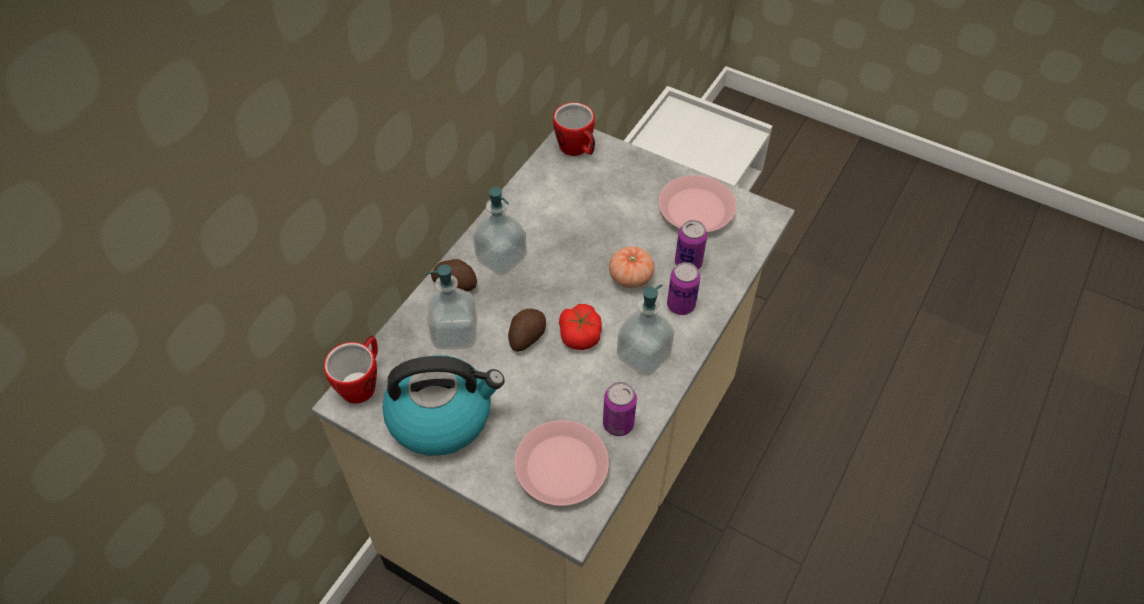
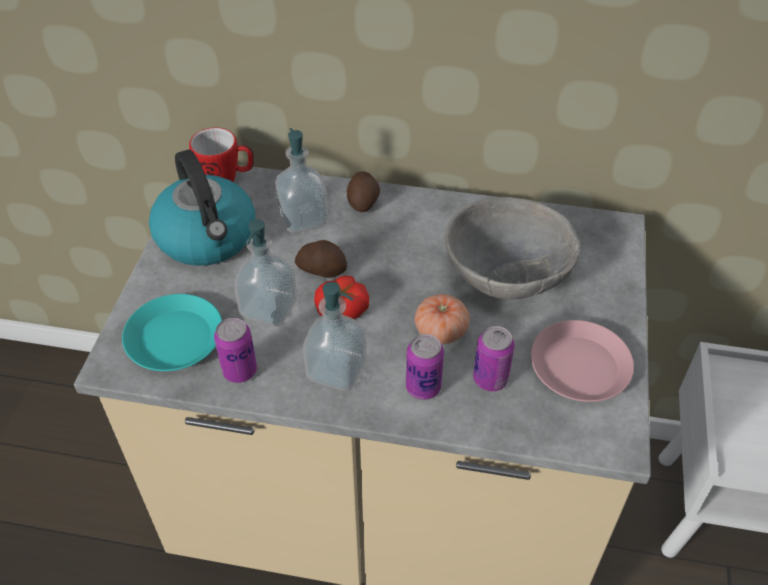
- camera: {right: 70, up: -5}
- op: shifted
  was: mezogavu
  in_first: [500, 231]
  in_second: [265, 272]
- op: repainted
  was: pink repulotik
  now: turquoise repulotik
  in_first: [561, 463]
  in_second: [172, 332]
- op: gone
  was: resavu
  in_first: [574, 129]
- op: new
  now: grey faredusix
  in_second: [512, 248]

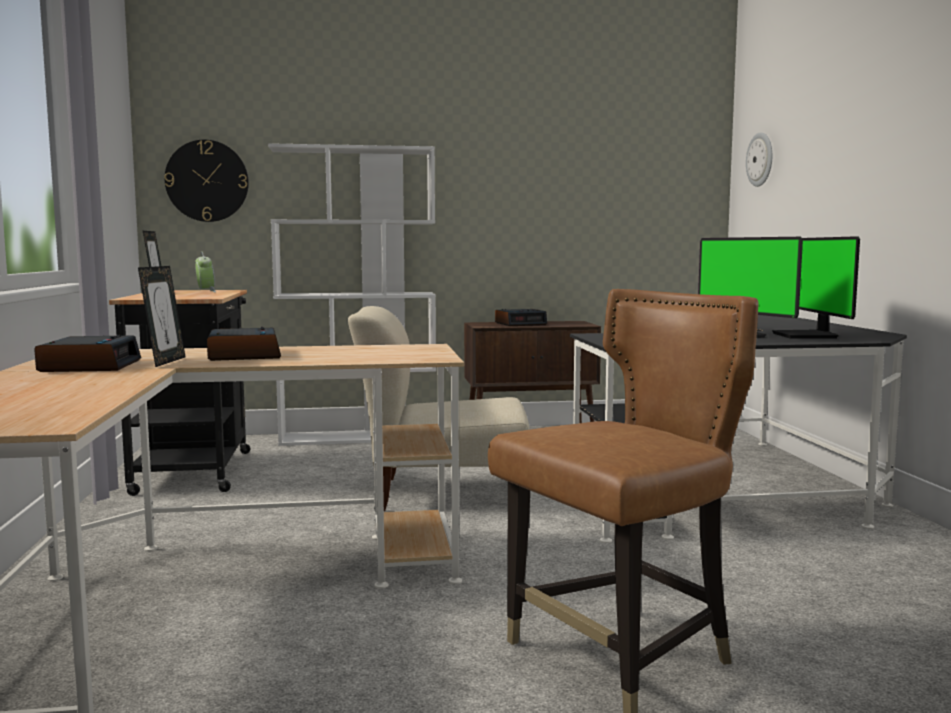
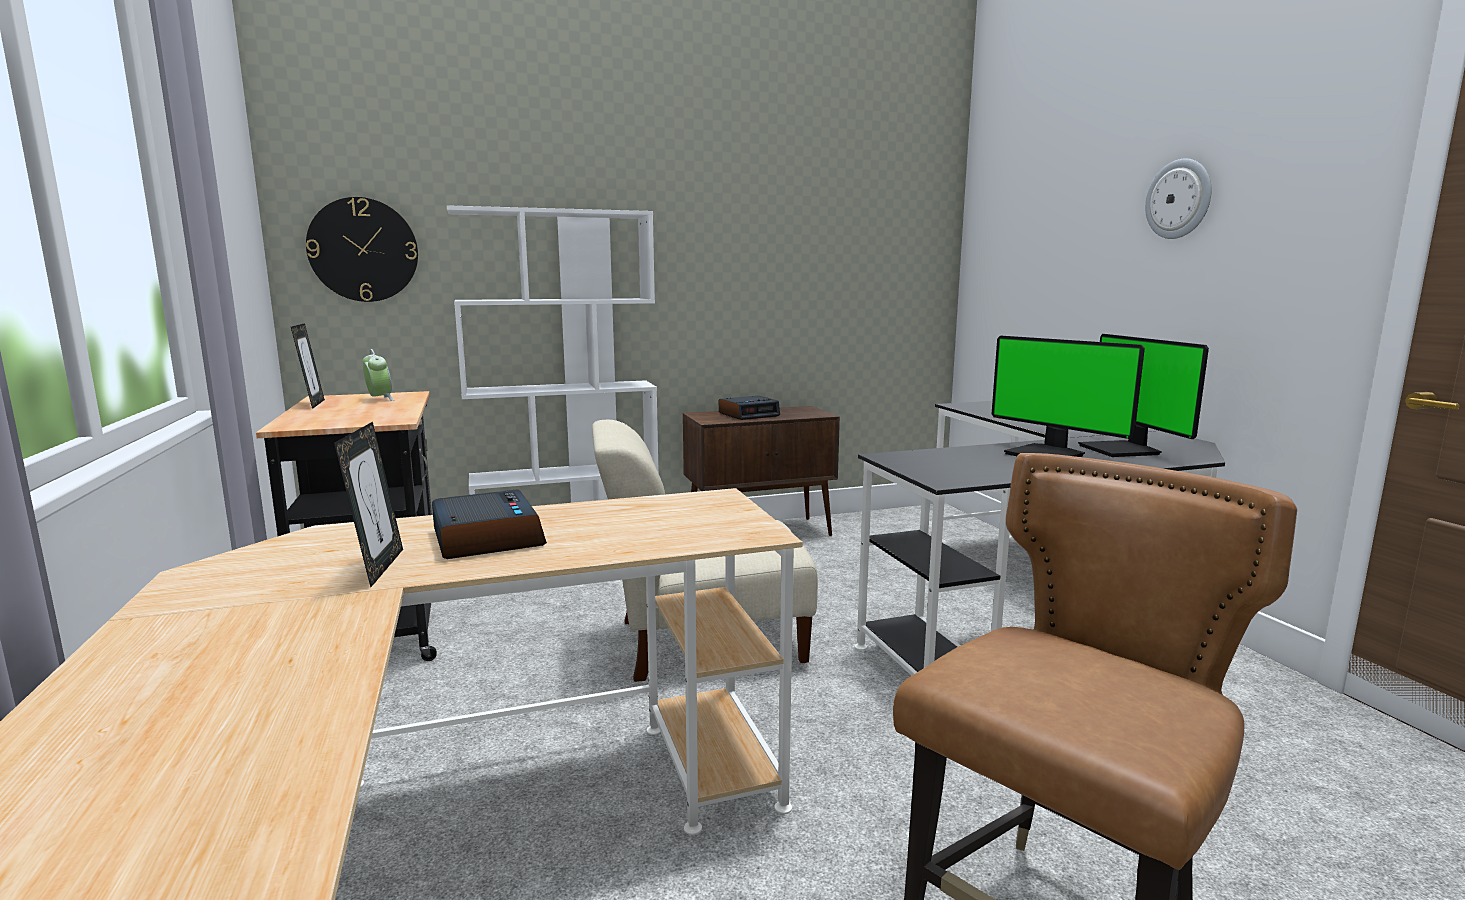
- camera: {right: -10, up: 5}
- op: gone
  was: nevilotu
  in_first: [87, 353]
- op: shifted
  was: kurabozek
  in_first: [759, 159]
  in_second: [1178, 198]

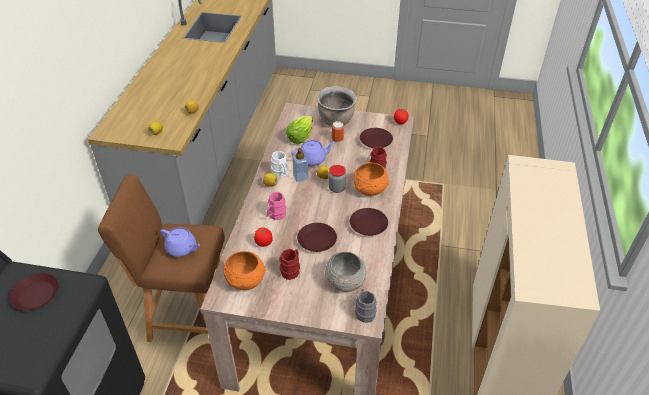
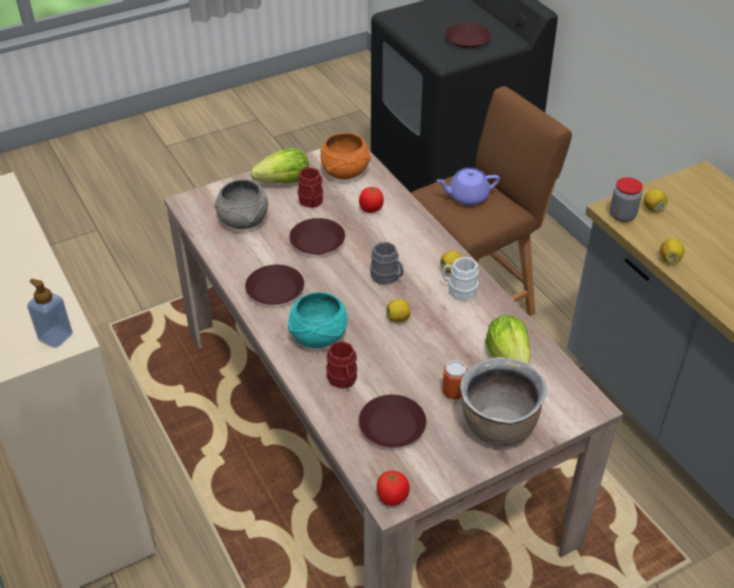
- camera: {right: 140, up: 0}
- op: gone
  was: pink resavu
  in_first: [277, 206]
- op: gone
  was: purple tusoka
  in_first: [313, 153]
- op: shifted
  was: mezogavu
  in_first: [300, 165]
  in_second: [50, 313]
- op: shifted
  was: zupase
  in_first: [337, 179]
  in_second: [626, 199]
- op: repainted
  was: orange faredusix
  now: turquoise faredusix
  in_first: [371, 179]
  in_second: [318, 320]
- op: shifted
  was: grey resavu
  in_first: [366, 306]
  in_second: [386, 263]
- op: new
  now: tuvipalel
  in_second: [279, 166]

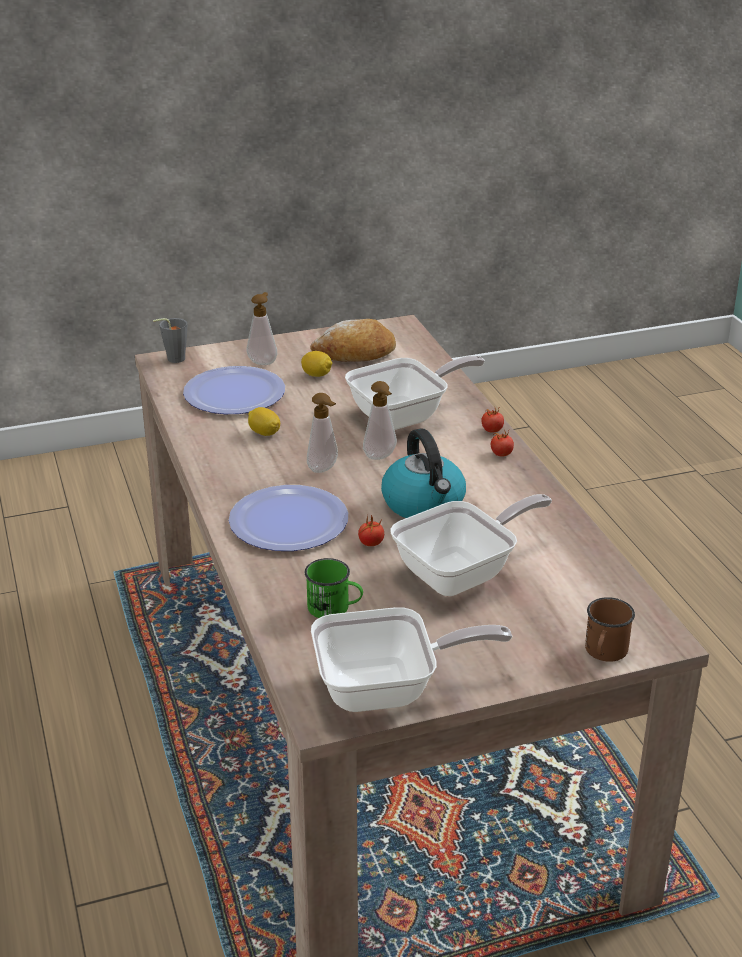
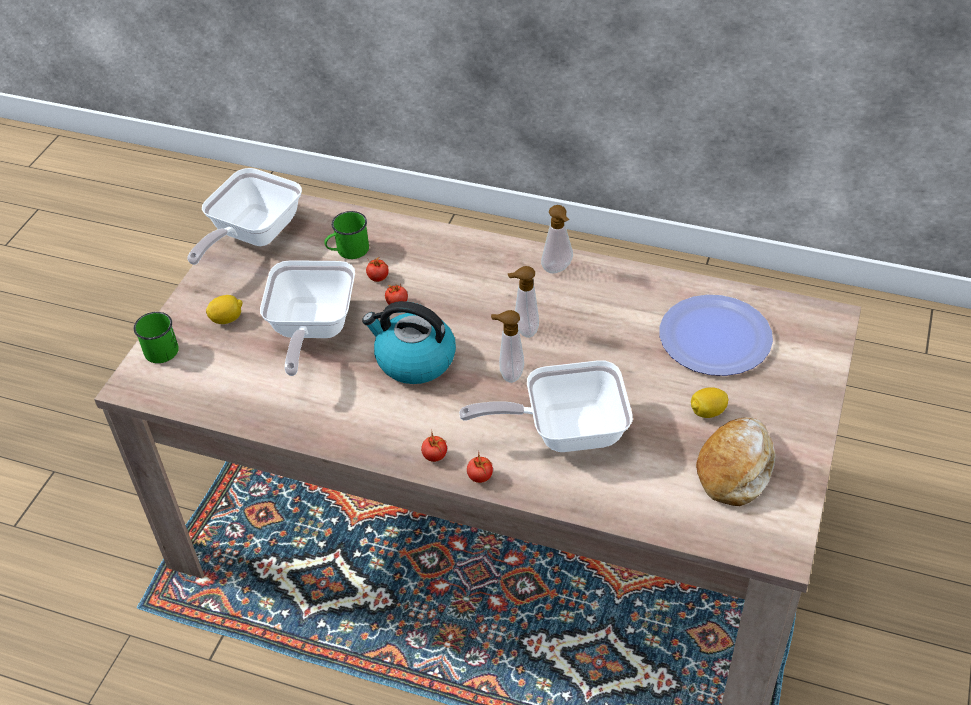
- camera: {right: 130, up: 15}
- op: gone
  was: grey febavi
  in_first: [170, 340]
- op: gone
  was: repulotik
  in_first: [288, 518]
- op: shifted
  was: mezogavu
  in_first: [261, 328]
  in_second: [557, 239]
- op: shifted
  was: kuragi
  in_first: [264, 421]
  in_second: [224, 309]
- op: rotated
  was: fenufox
  in_first: [415, 393]
  in_second: [546, 406]
  clockwise: 75
- op: repainted
  was: brown resavu
  now: green resavu
  in_first: [610, 629]
  in_second: [156, 337]
- op: new
  now: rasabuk
  in_second: [377, 269]

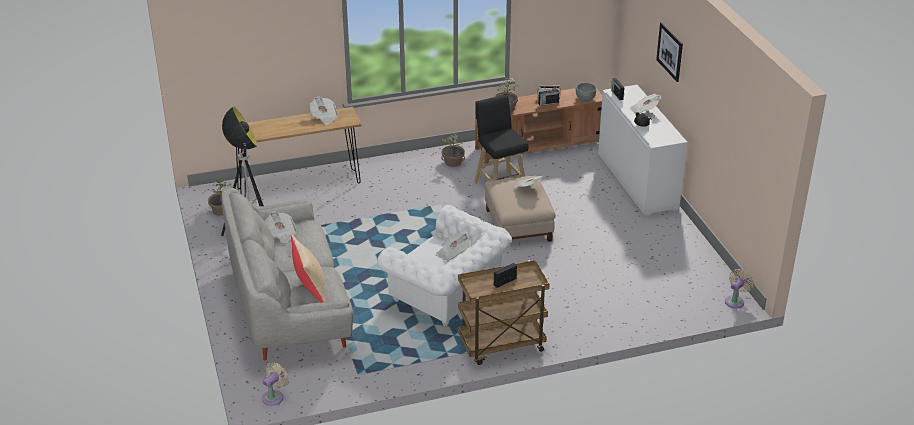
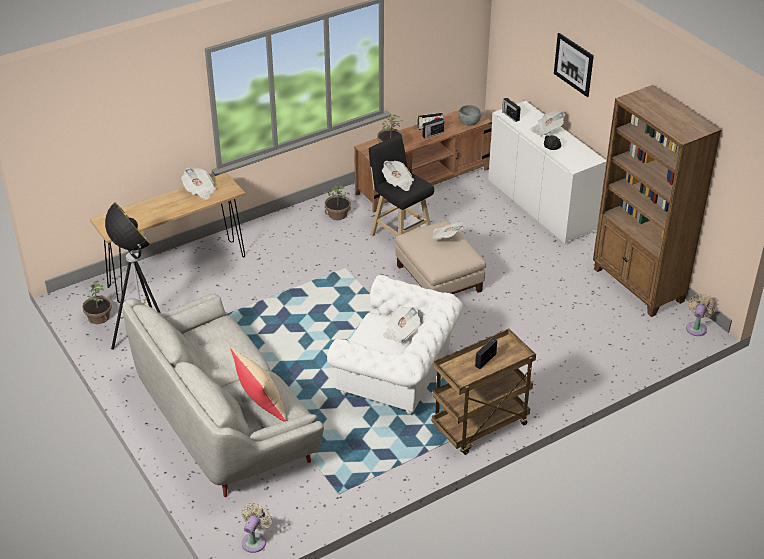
- camera: {right: -15, up: 5}
- op: shifted
  was: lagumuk
  in_first: [281, 227]
  in_second: [398, 176]
- op: new
  now: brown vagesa
  in_second: [657, 201]

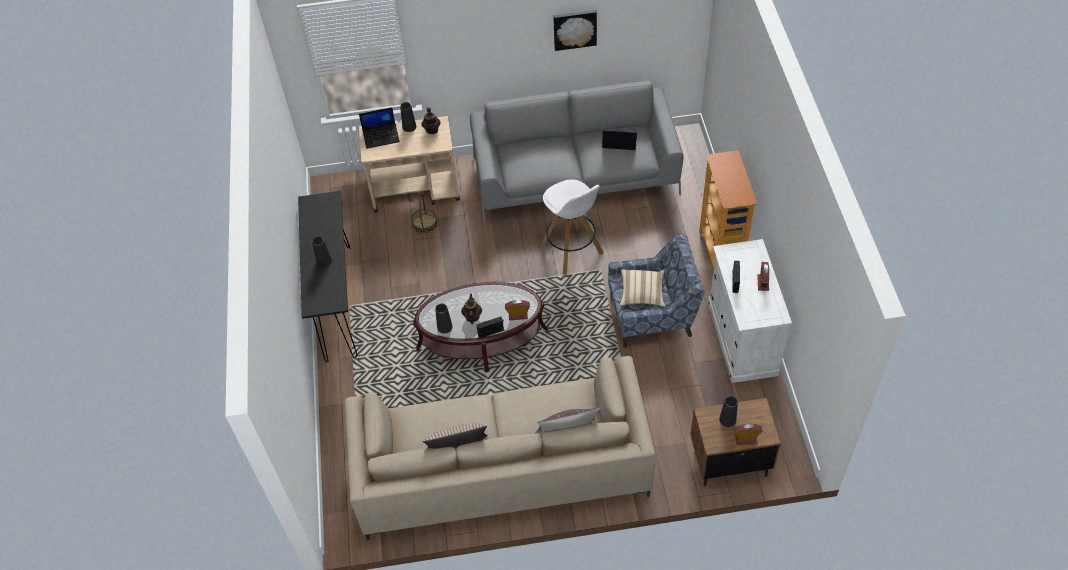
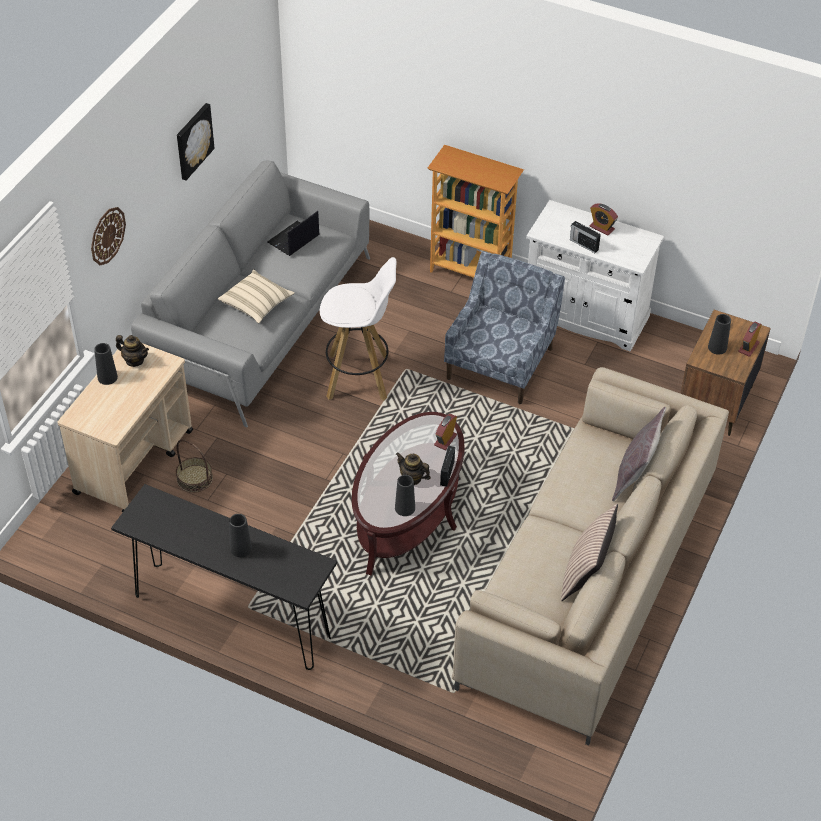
- camera: {right: -60, up: -5}
- op: gone
  was: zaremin
  in_first: [379, 128]
- op: shifted
  was: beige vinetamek
  in_first: [642, 288]
  in_second: [256, 296]
- op: new
  now: kurabozek
  in_second: [108, 236]

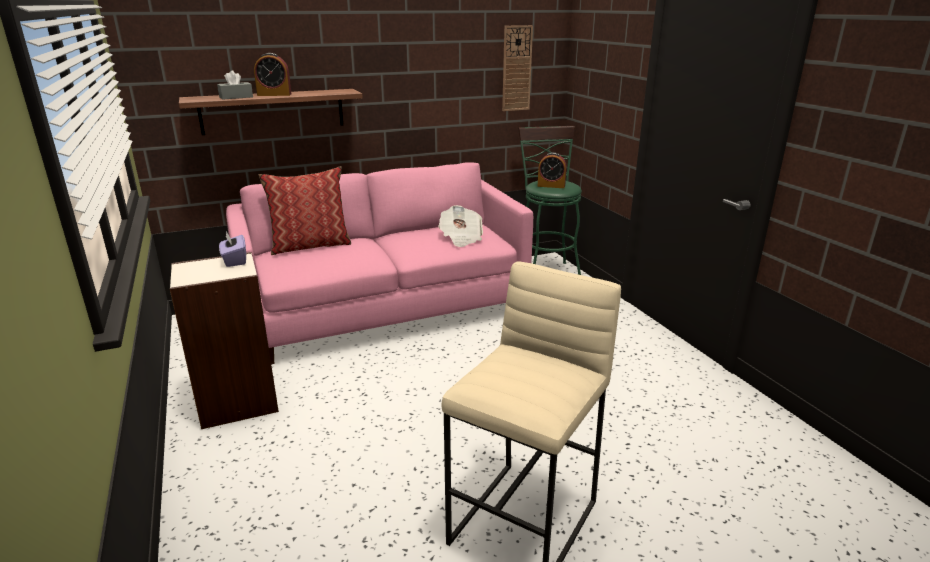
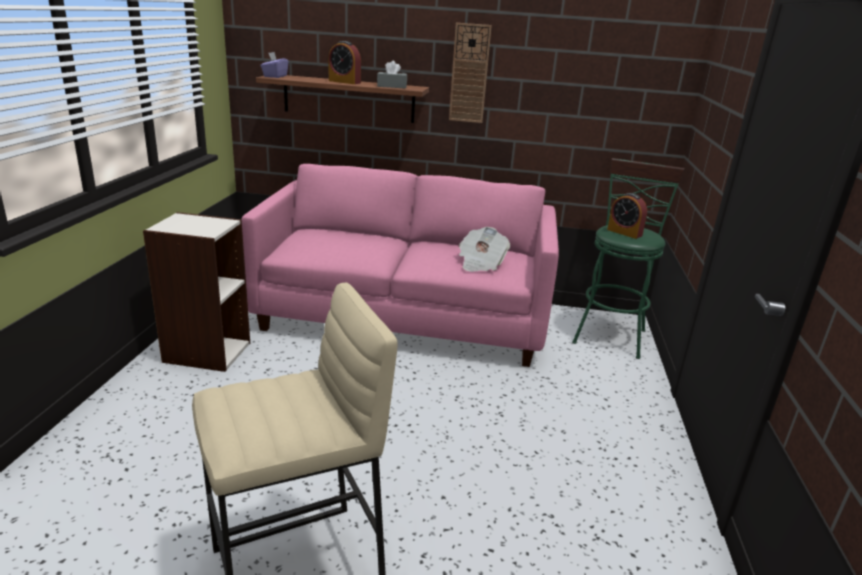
- camera: {right: 30, up: 0}
- op: shifted
  was: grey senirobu
  in_first: [235, 84]
  in_second: [392, 75]
- op: shifted
  was: purple senirobu
  in_first: [232, 249]
  in_second: [274, 65]
- op: gone
  was: vinetamek
  in_first: [305, 210]
- op: shifted
  was: kurabozek
  in_first: [517, 68]
  in_second: [470, 73]

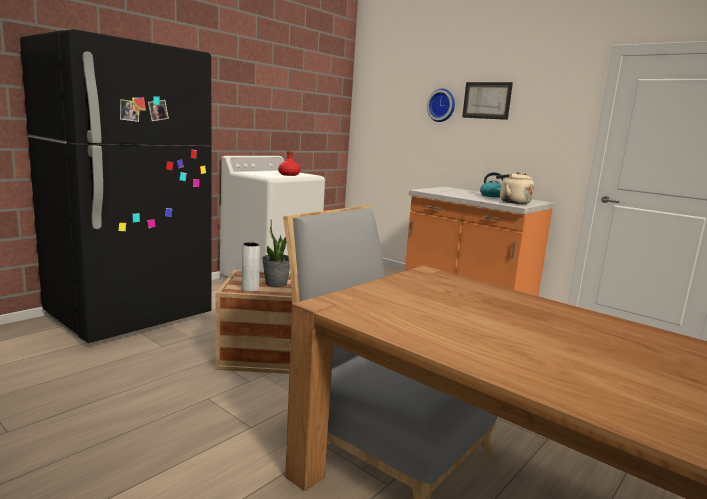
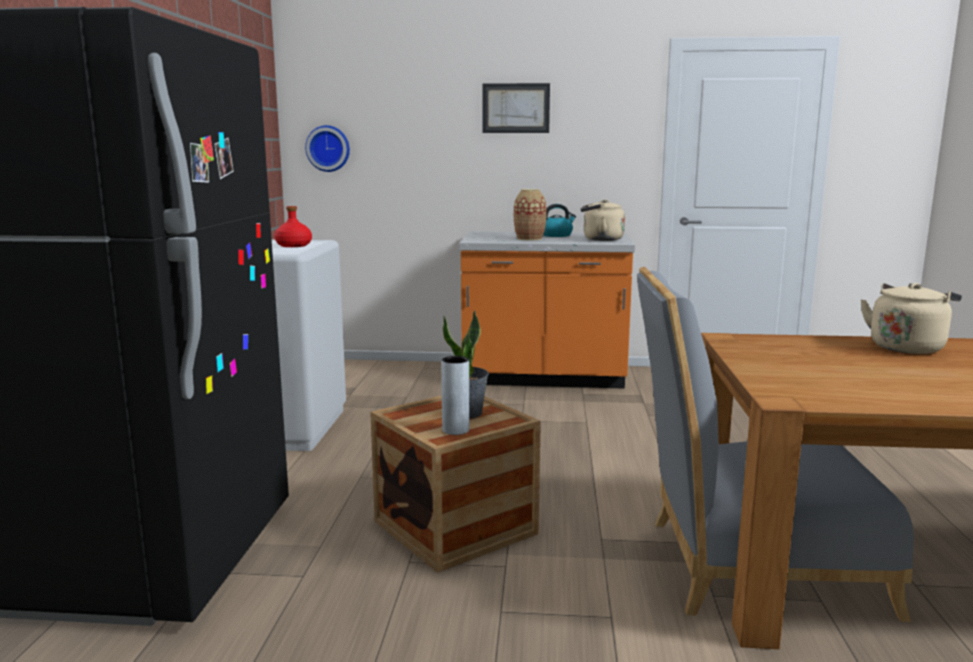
- camera: {right: -35, up: 0}
- op: shifted
  was: kurabozek
  in_first: [441, 105]
  in_second: [327, 148]
- op: new
  now: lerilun
  in_second: [530, 215]
- op: new
  now: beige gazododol
  in_second: [911, 318]

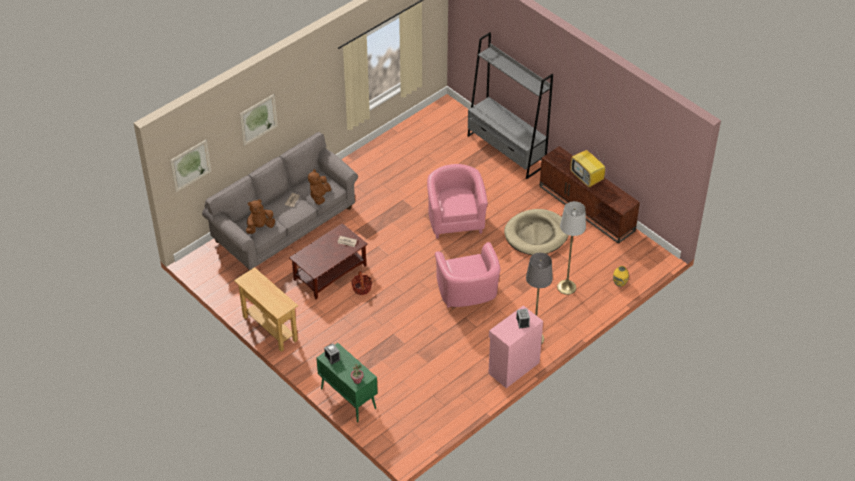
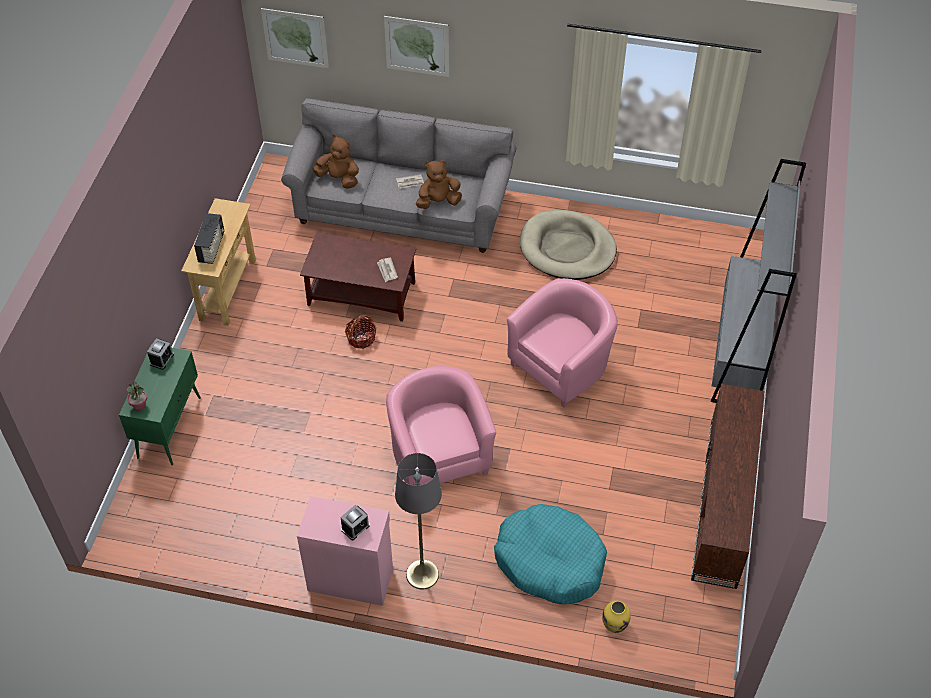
- camera: {right: 55, up: 5}
- op: rotated
  was: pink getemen
  in_first: [467, 275]
  in_second: [441, 426]
  clockwise: 120
- op: shifted
  was: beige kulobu
  in_first: [536, 232]
  in_second: [568, 245]
- op: swapped
  was: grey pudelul
  now: turquoise kulobu
  in_first: [571, 248]
  in_second: [550, 554]
- op: gone
  was: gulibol
  in_first: [587, 168]
- op: new
  now: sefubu
  in_second: [209, 238]

